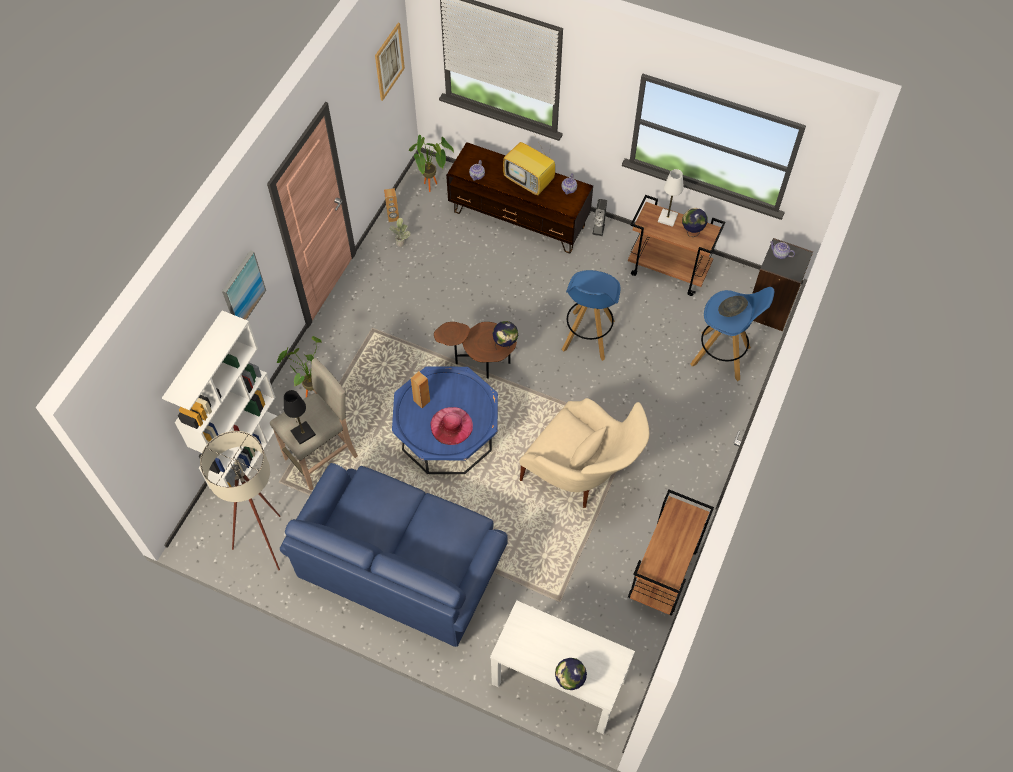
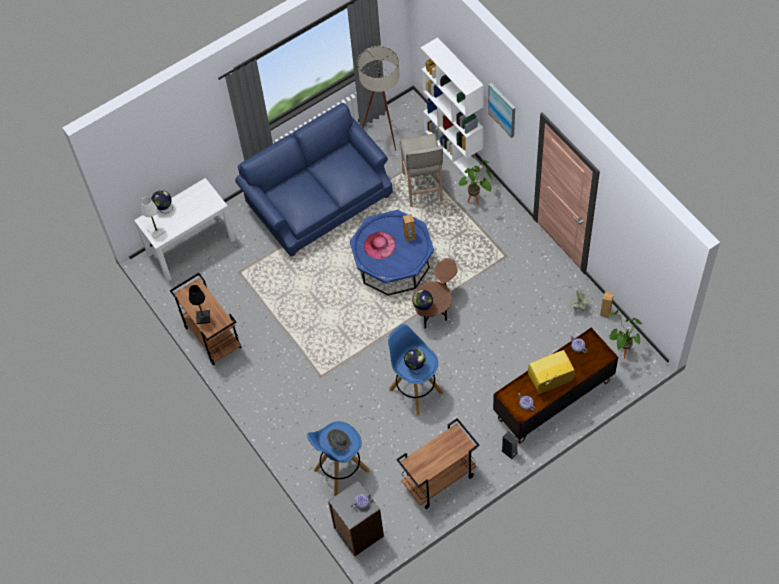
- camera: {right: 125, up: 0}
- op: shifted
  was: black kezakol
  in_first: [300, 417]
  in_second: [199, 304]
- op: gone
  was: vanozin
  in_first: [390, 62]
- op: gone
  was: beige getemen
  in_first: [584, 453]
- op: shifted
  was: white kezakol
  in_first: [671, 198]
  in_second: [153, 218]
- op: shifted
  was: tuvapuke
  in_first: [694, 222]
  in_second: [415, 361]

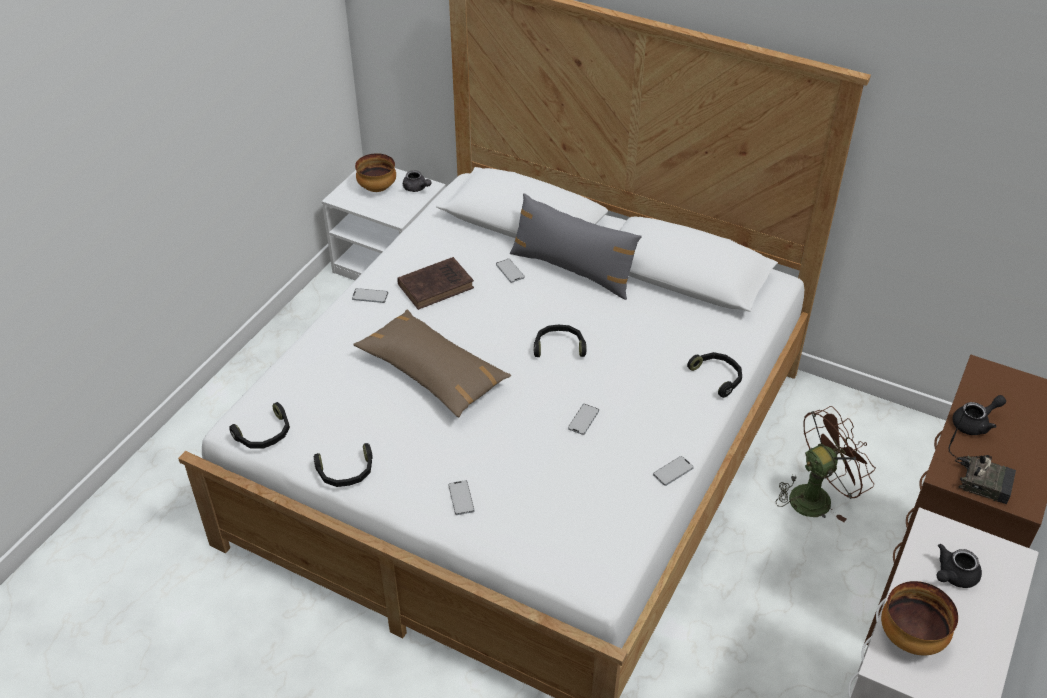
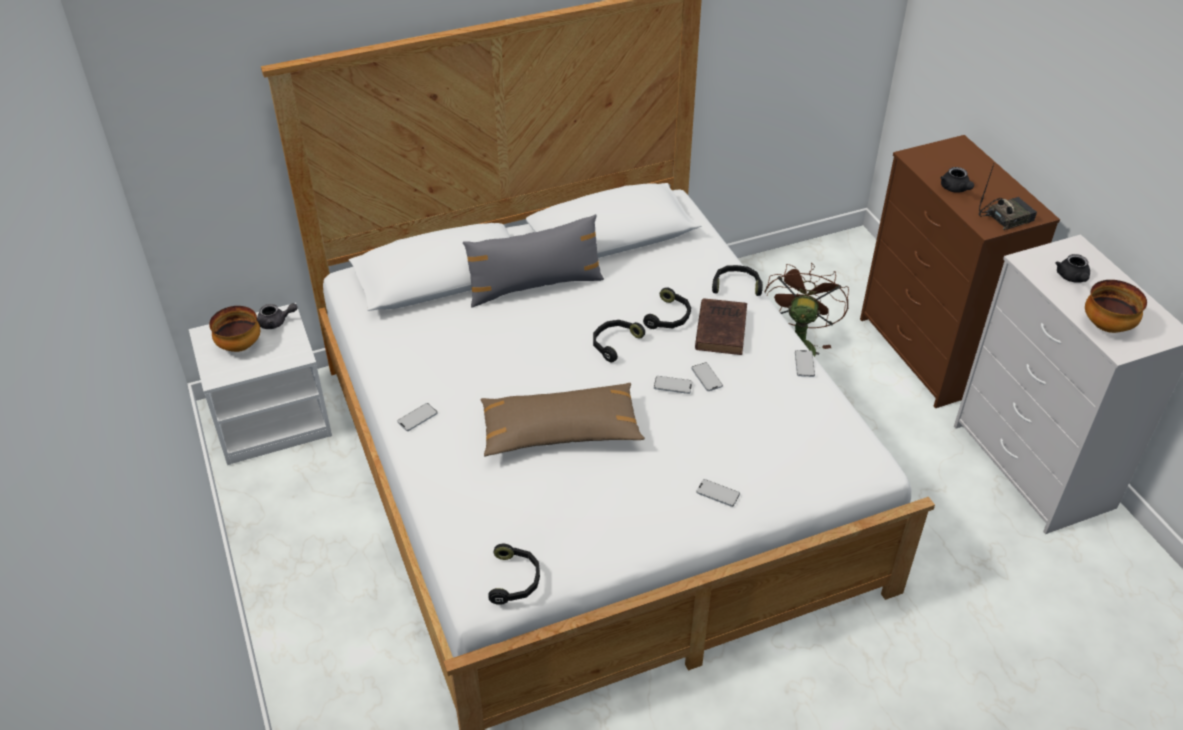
- camera: {right: -50, up: 0}
- op: shifted
  was: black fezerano
  in_first: [343, 465]
  in_second: [667, 308]
- op: shifted
  was: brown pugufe
  in_first: [435, 283]
  in_second: [721, 326]
- op: shifted
  was: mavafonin
  in_first: [510, 271]
  in_second: [673, 385]
- op: rotated
  was: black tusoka
  in_first: [979, 415]
  in_second: [957, 180]
  clockwise: 150

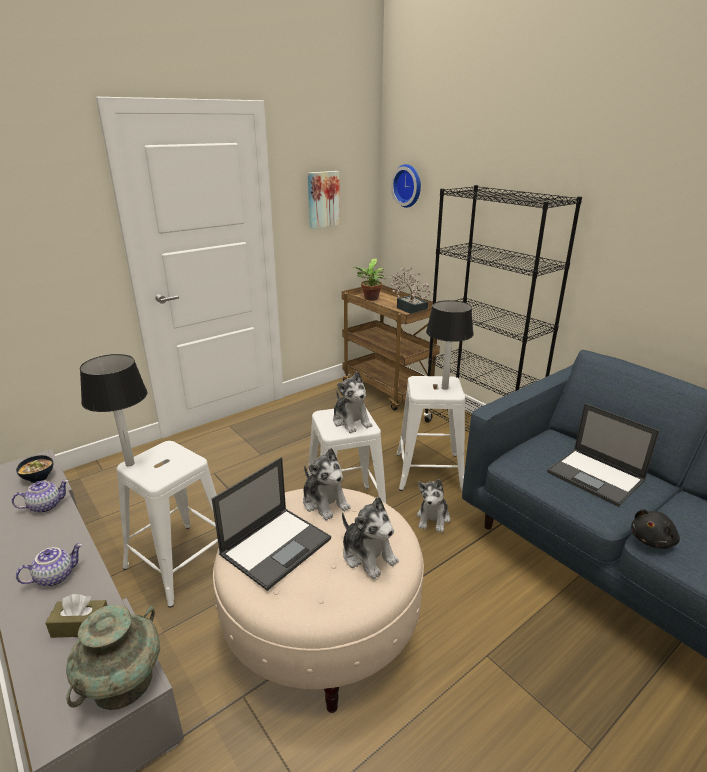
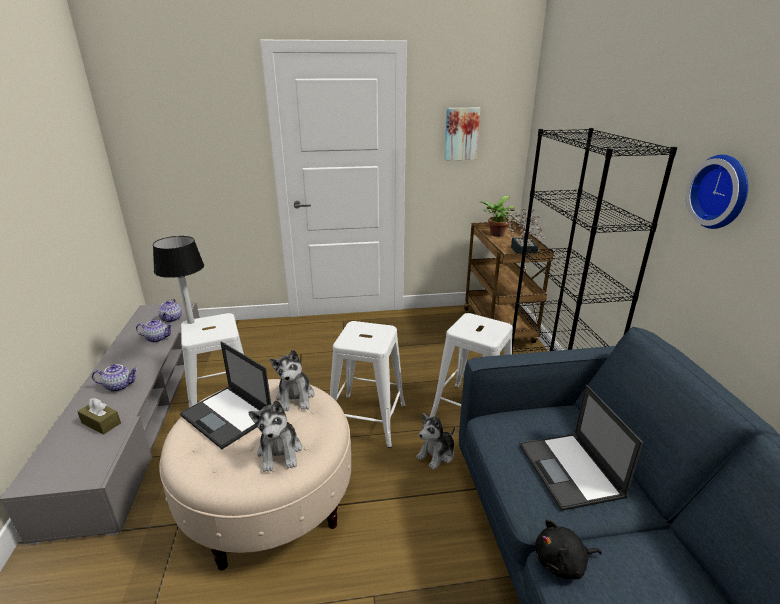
- camera: {right: 30, up: 0}
- op: swapped
  was: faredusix
  now: tusoka
  in_first: [34, 469]
  in_second: [170, 310]
- op: gone
  was: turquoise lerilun
  in_first: [113, 657]
- op: rotated
  was: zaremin
  in_first: [271, 524]
  in_second: [225, 395]
  clockwise: 60
- op: gone
  was: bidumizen
  in_first: [352, 402]
- op: shifted
  was: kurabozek
  in_first: [406, 186]
  in_second: [717, 192]
- op: gone
  was: kezakol
  in_first: [450, 345]

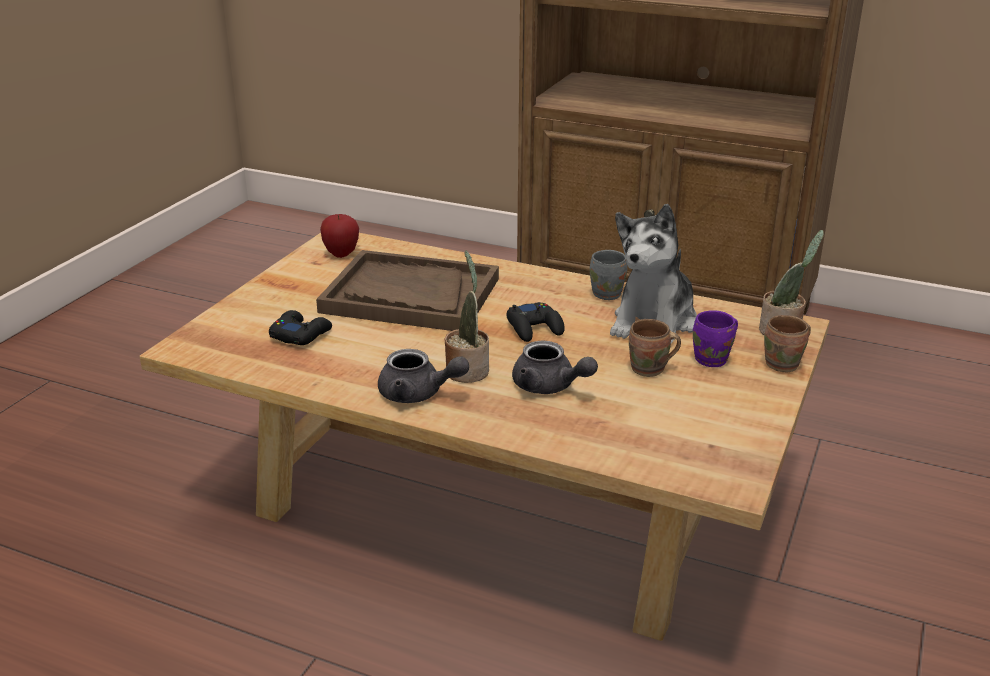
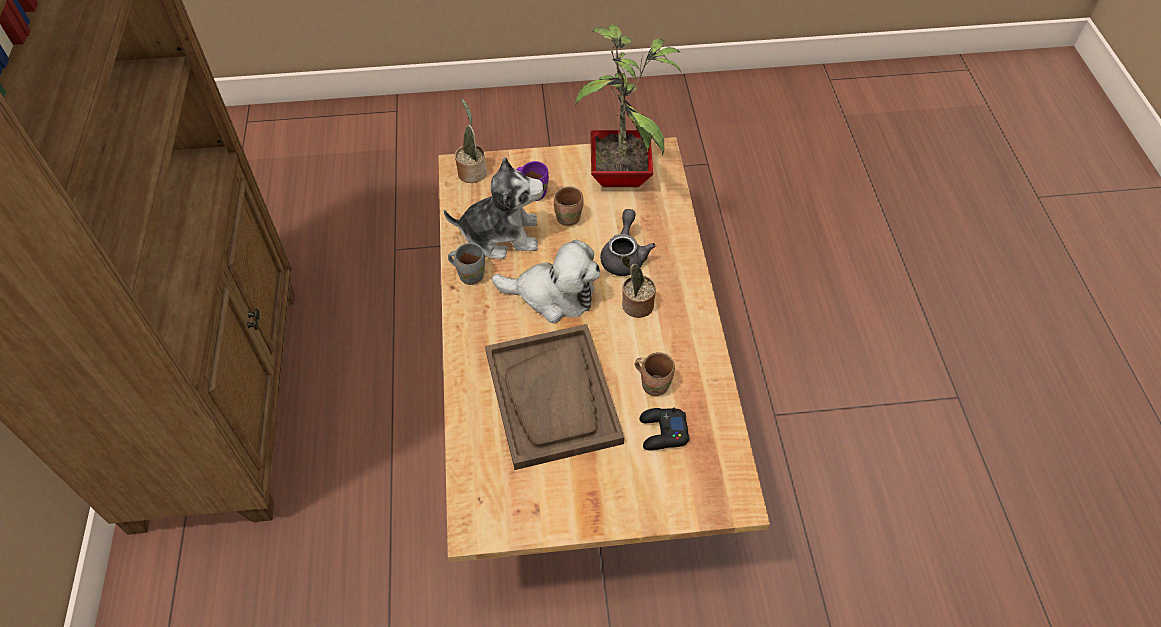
- camera: {right: -120, up: 25}
- op: gone
  was: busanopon
  in_first: [339, 236]
- op: gone
  was: grey tusoka
  in_first: [423, 376]
- op: swapped
  was: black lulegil
  now: bidumizen
  in_first: [535, 322]
  in_second: [546, 281]
- op: shifted
  was: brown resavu
  in_first: [787, 343]
  in_second: [655, 374]
- op: new
  now: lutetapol
  in_second: [628, 105]

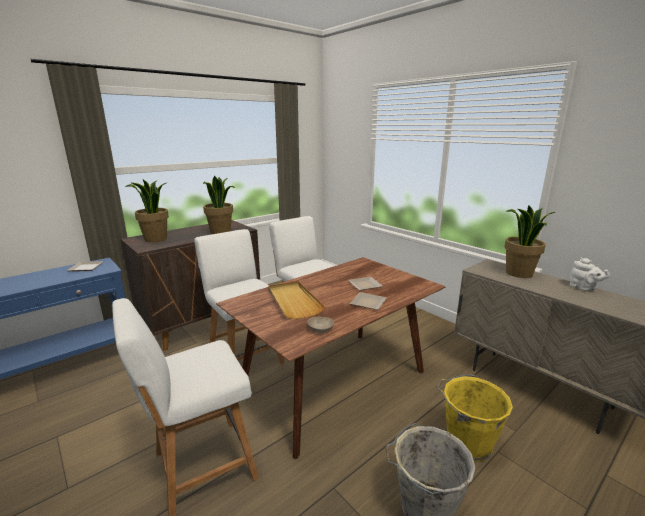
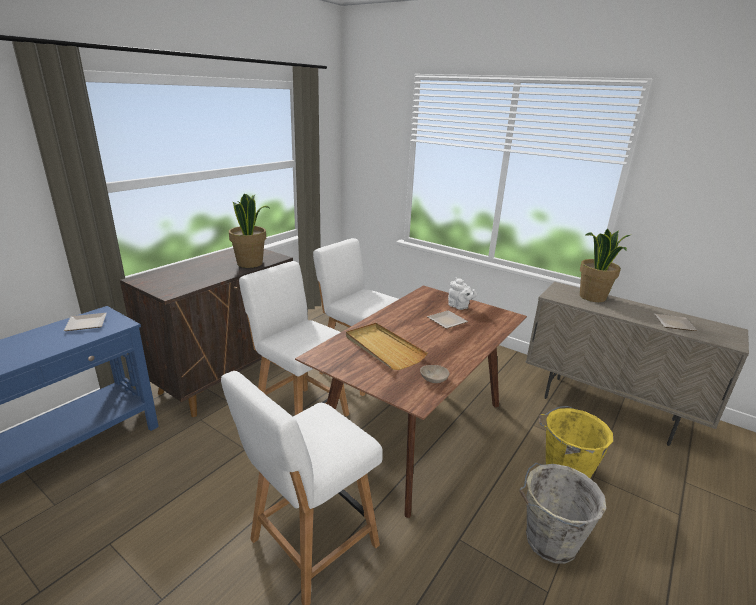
- camera: {right: -15, up: 5}
- op: gone
  was: lutetapol
  in_first: [147, 210]
- op: shifted
  was: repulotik
  in_first: [368, 301]
  in_second: [675, 322]
- op: shifted
  was: white tusoka
  in_first: [590, 274]
  in_second: [462, 294]

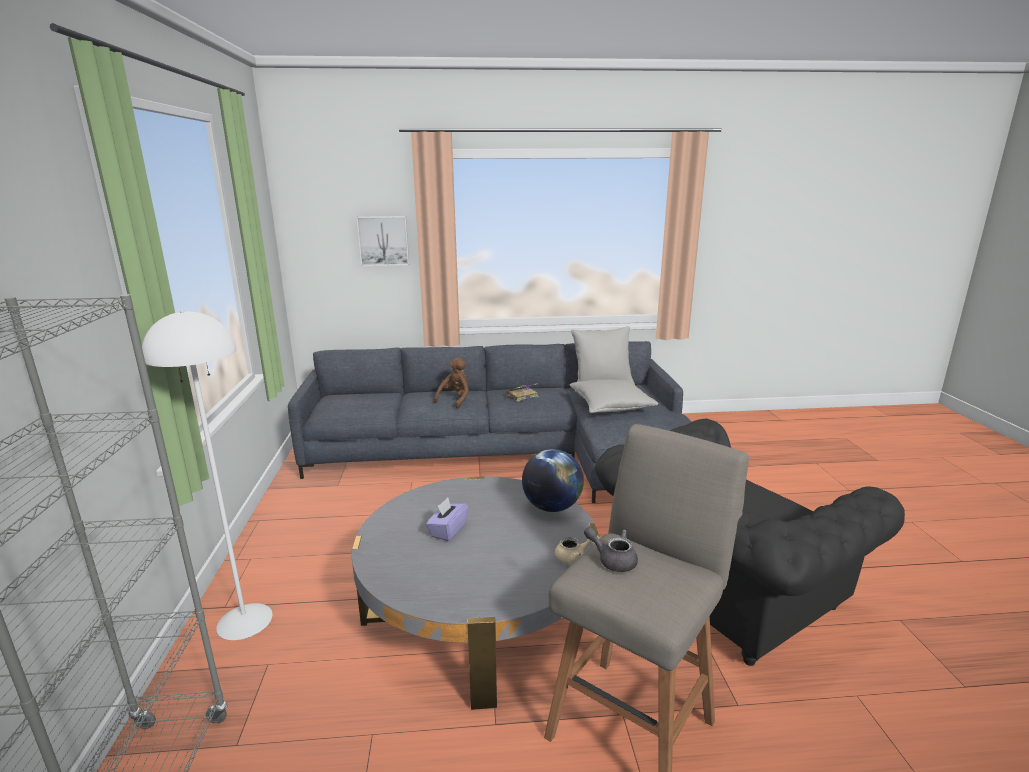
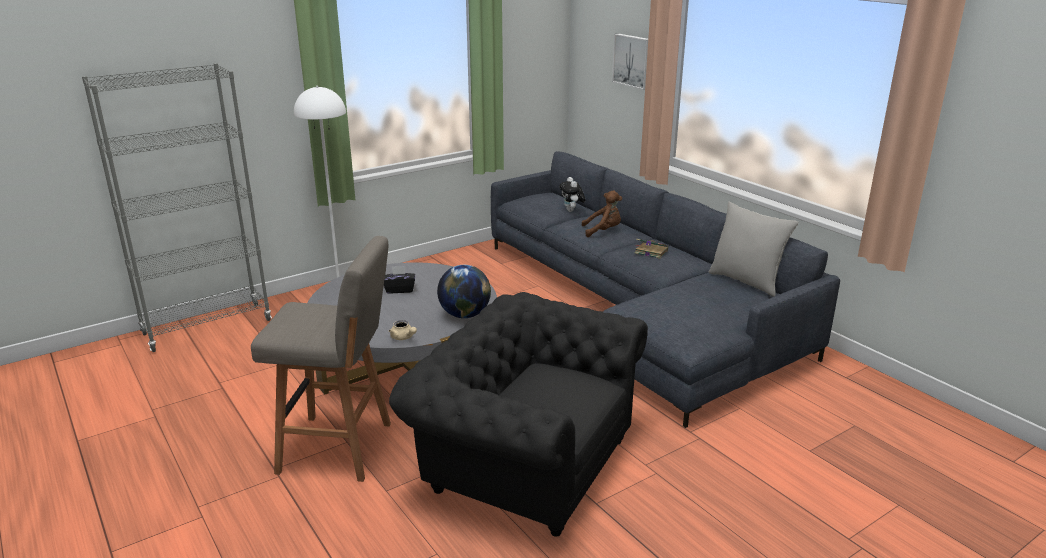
- camera: {right: 60, up: 5}
- op: repainted
  was: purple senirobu
  now: black senirobu
  in_first: [447, 519]
  in_second: [399, 280]
- op: gone
  was: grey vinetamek
  in_first: [613, 396]
- op: gone
  was: grey tusoka
  in_first: [611, 549]
- op: new
  now: bidumizen
  in_second: [572, 194]

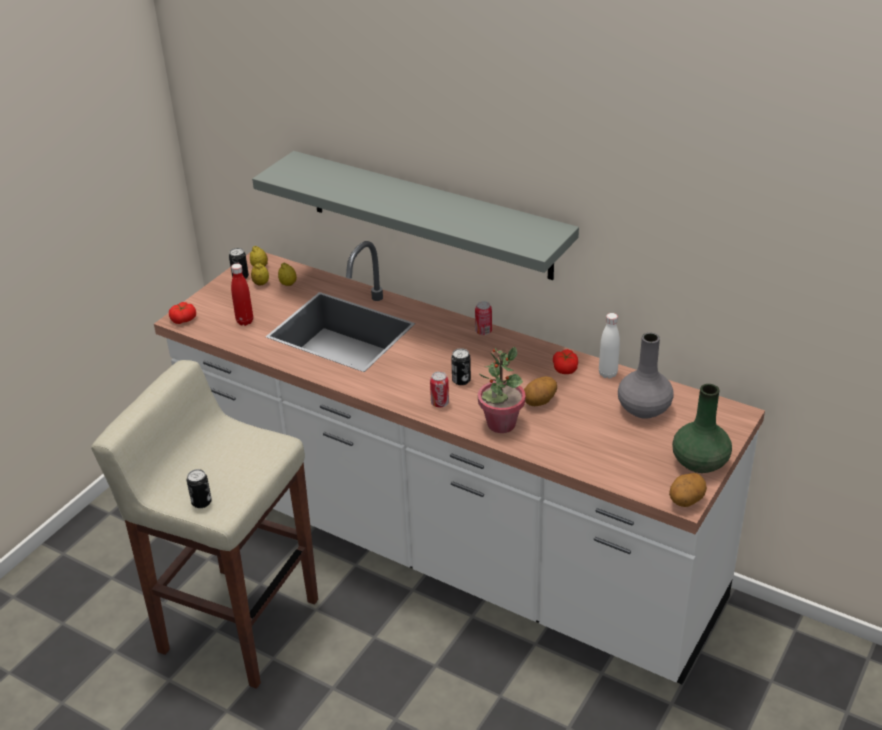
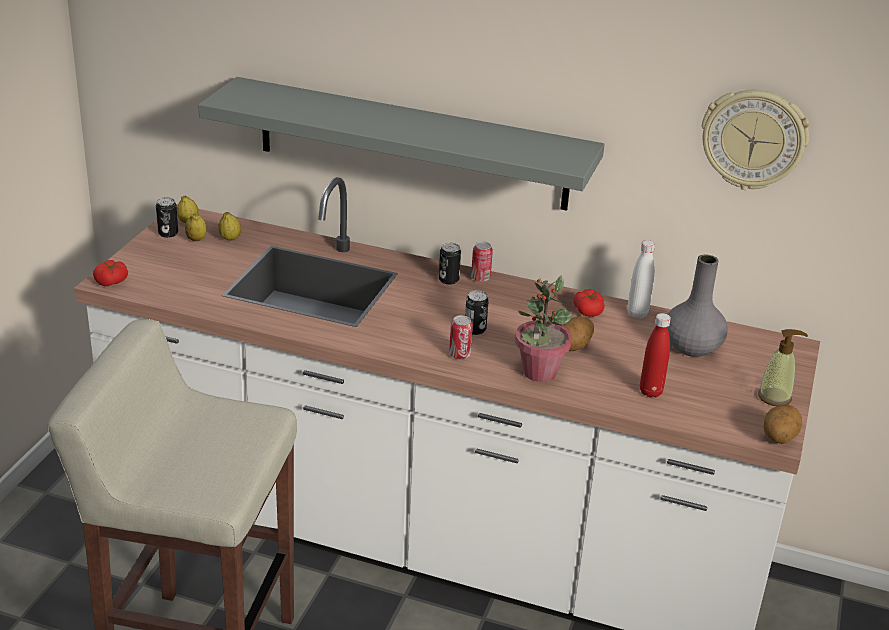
- camera: {right: -15, up: -5}
- op: shifted
  was: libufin
  in_first: [199, 488]
  in_second: [450, 264]
- op: shifted
  was: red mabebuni
  in_first: [242, 295]
  in_second: [655, 355]
- op: swapped
  was: green lerilun
  now: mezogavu
  in_first: [702, 428]
  in_second: [783, 367]
- op: new
  now: kurabozek
  in_second: [756, 140]

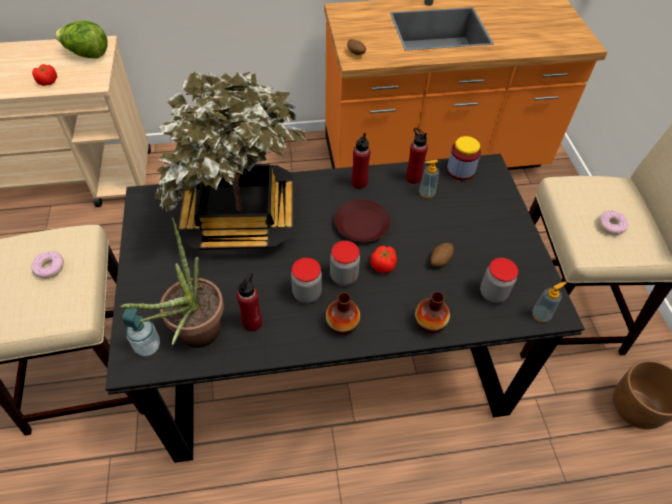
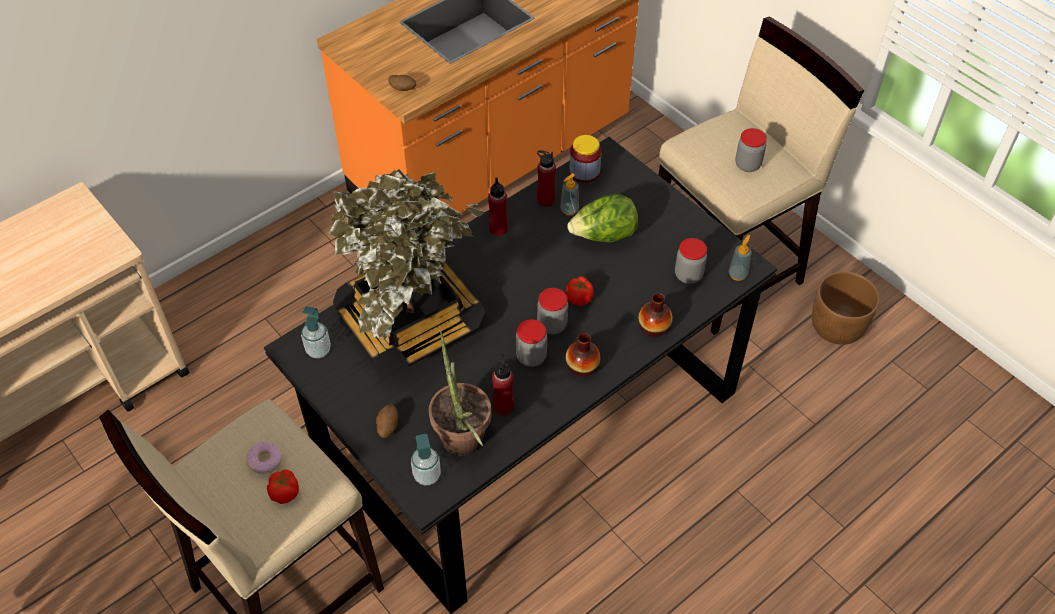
- camera: {right: -30, up: 0}
- op: shifted
  was: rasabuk
  in_first: [44, 75]
  in_second: [283, 486]
- op: shifted
  was: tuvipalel
  in_first: [81, 39]
  in_second: [602, 218]
- op: gone
  was: brown repulotik
  in_first: [362, 220]
- op: shifted
  was: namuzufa
  in_first: [442, 255]
  in_second: [387, 421]
- op: swapped
  was: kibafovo
  now: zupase
  in_first: [614, 222]
  in_second: [751, 150]
- op: new
  now: mezogavu
  in_second: [316, 332]

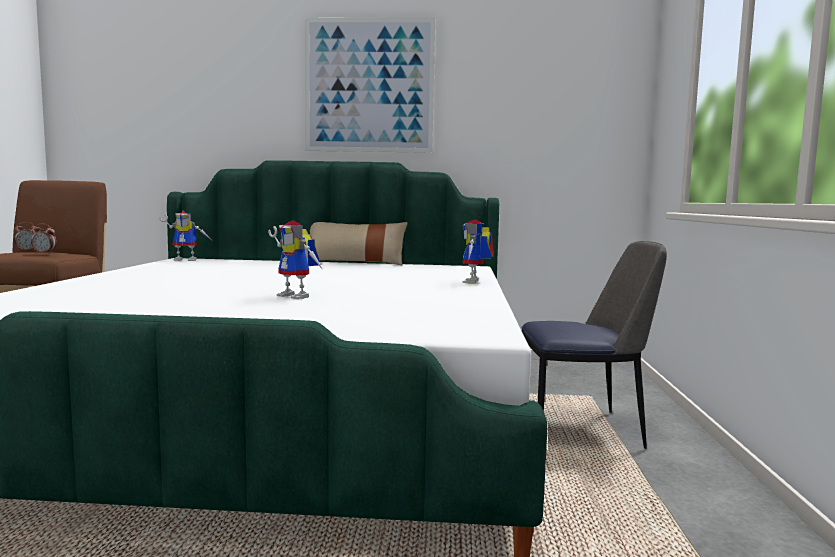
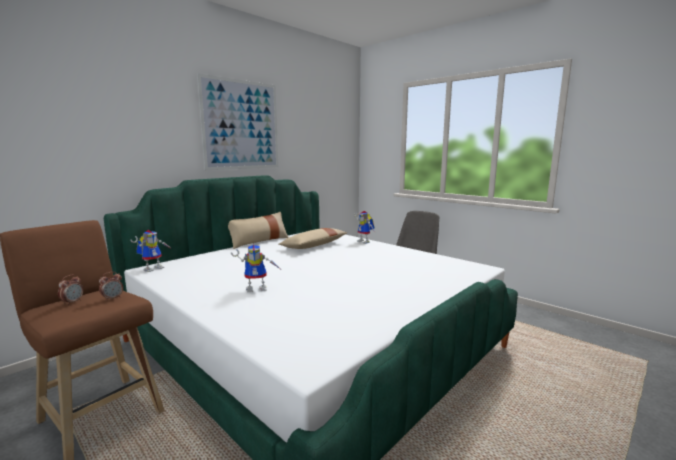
- camera: {right: -50, up: 5}
- op: shifted
  was: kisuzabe
  in_first: [295, 259]
  in_second: [255, 268]
- op: new
  now: beige vinetamek
  in_second: [313, 238]

